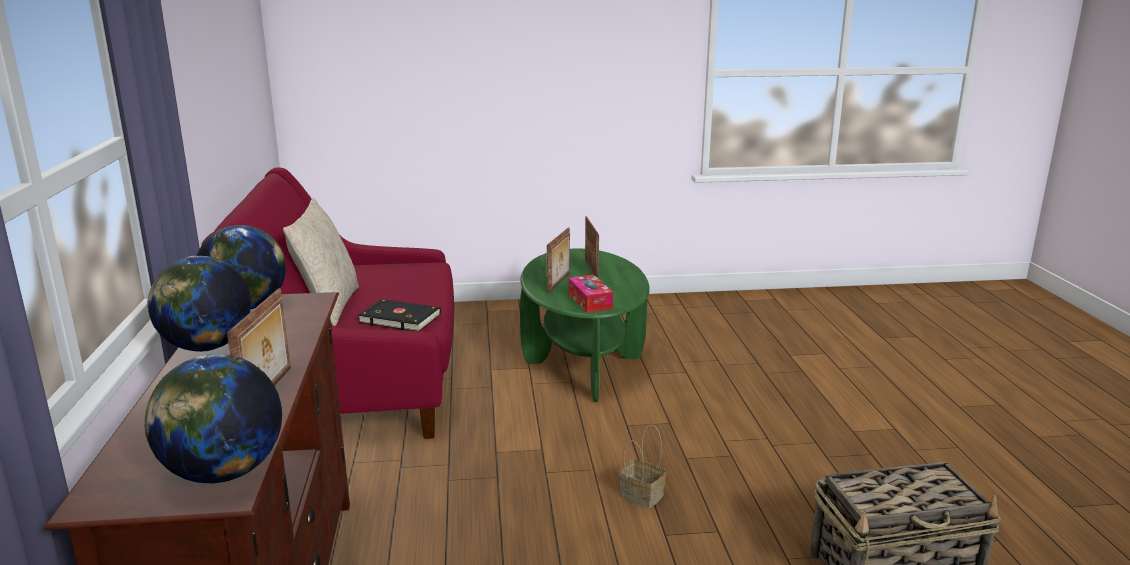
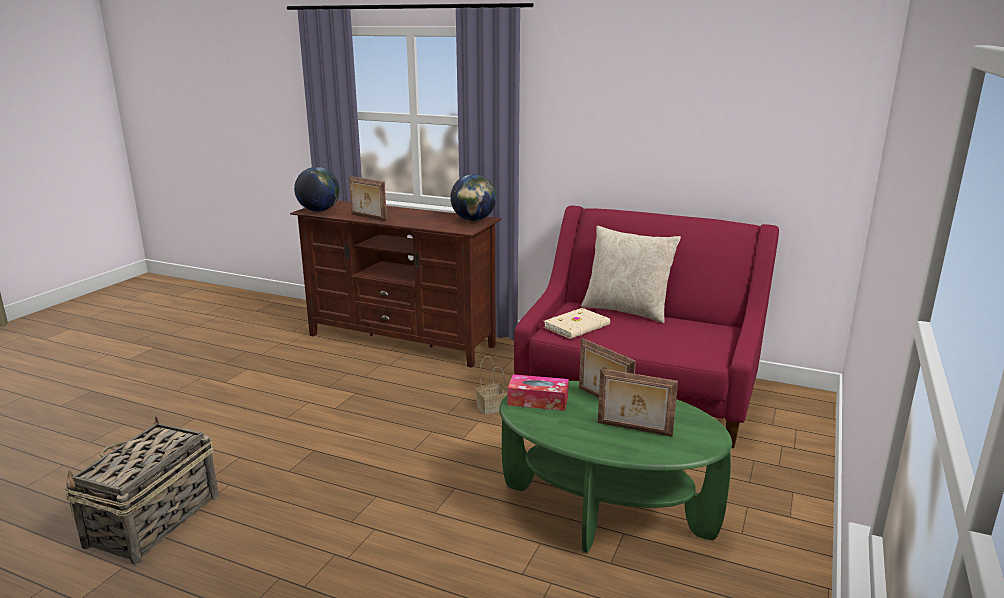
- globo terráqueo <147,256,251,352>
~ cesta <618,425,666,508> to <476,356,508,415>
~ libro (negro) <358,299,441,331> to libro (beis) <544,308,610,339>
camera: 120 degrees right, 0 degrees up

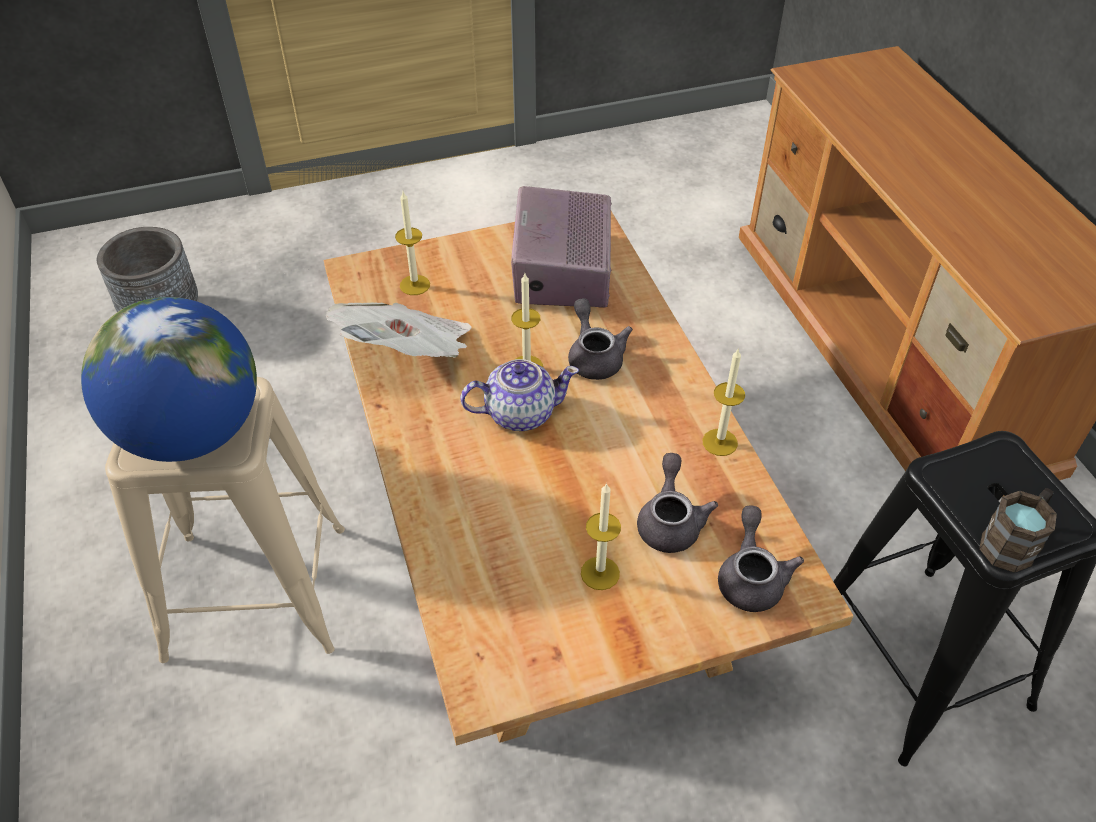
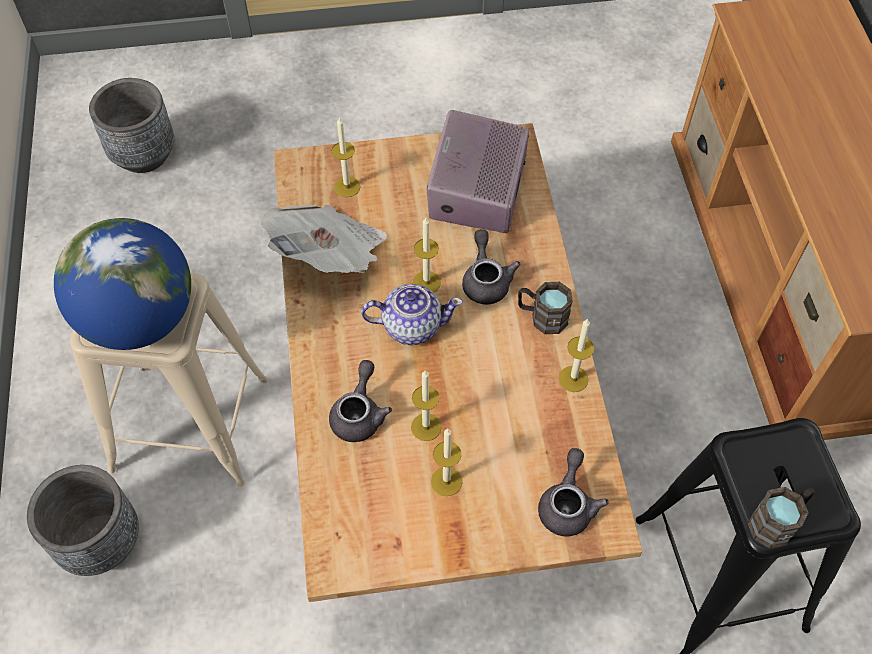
+ maceta (gris) <27,465,139,576>
+ vela <411,371,442,441>
+ taza grande (marrón) <518,282,573,334>
~ tetera (gris) <637,453,718,553> to <329,360,392,442>
camera: 10 degrees right, 10 degrees up

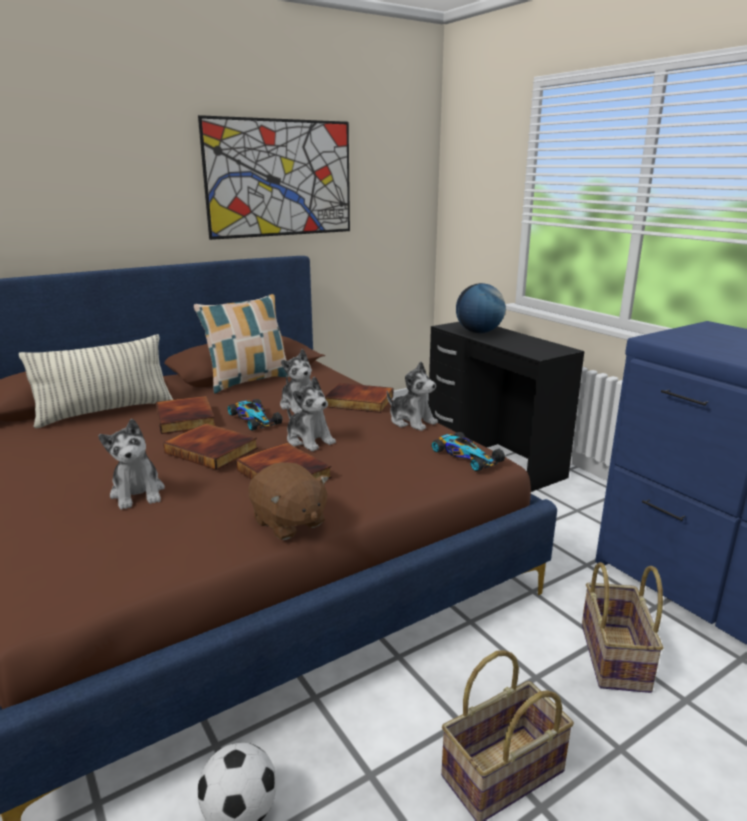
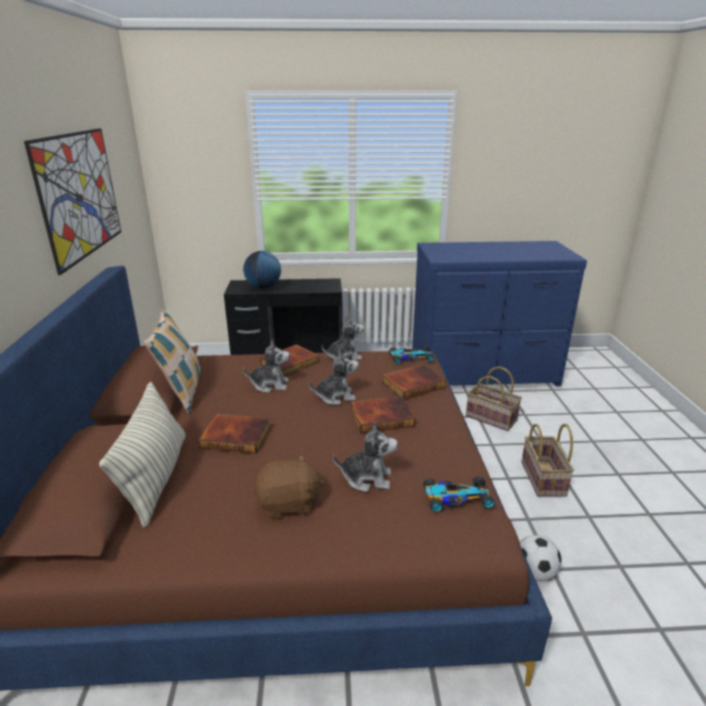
~ libro <163,423,258,470> to <382,364,446,399>
~ coche de juguete <228,399,282,431> to <423,476,495,512>
~ peluche (marrón) <248,462,329,540> to <254,455,324,520>
camera: 60 degrees left, 5 degrees up

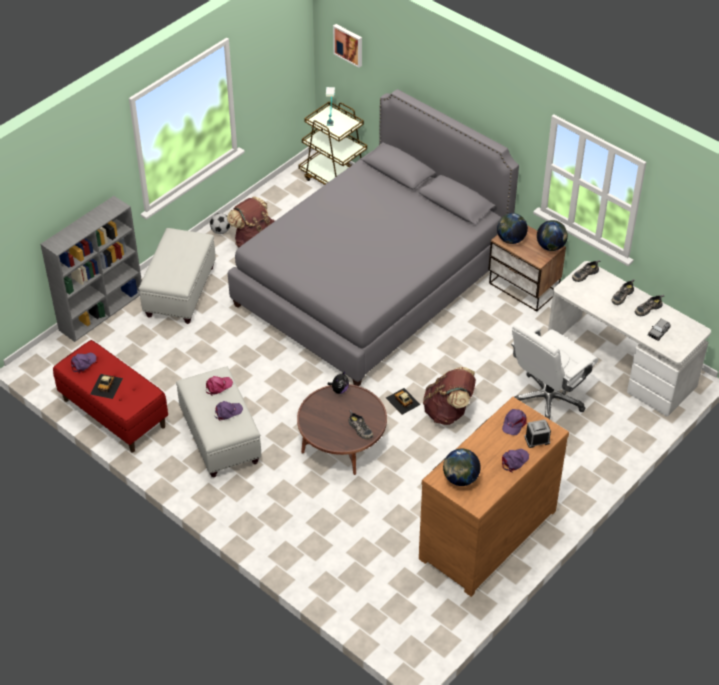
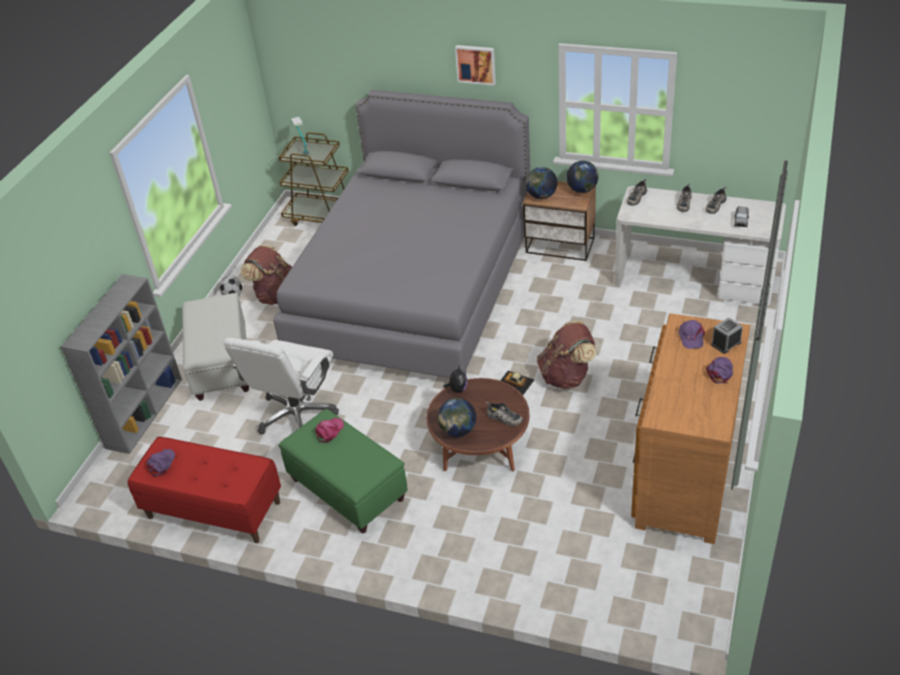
- coche de juguete <90,374,123,399>
- gorra (morado) <215,401,243,421>
~ cuadro <333,24,362,68> to <455,45,496,86>
~ globo terráqueo <443,449,481,486> to <438,398,476,437>
~ silla de oficina (blanco) <511,323,598,419> to <224,338,339,435>
~ puf (blanco) <176,366,261,477> to puf (verde) <278,409,408,533>
camera: 20 degrees left, 5 degrees down

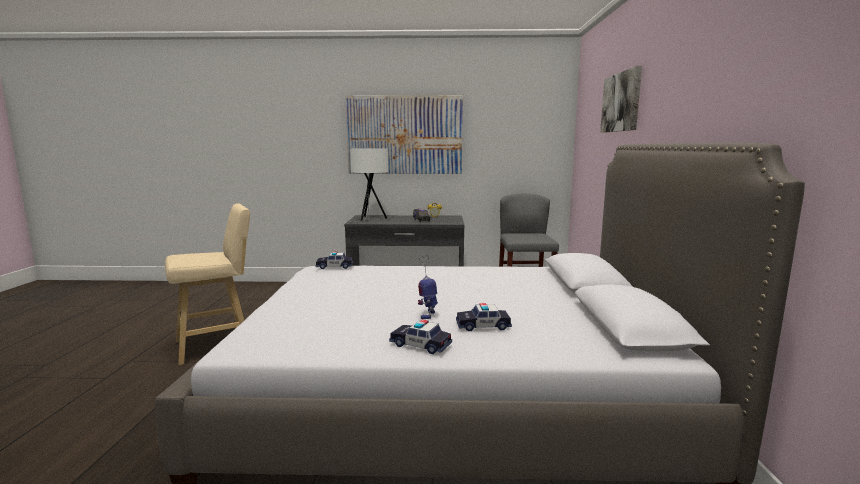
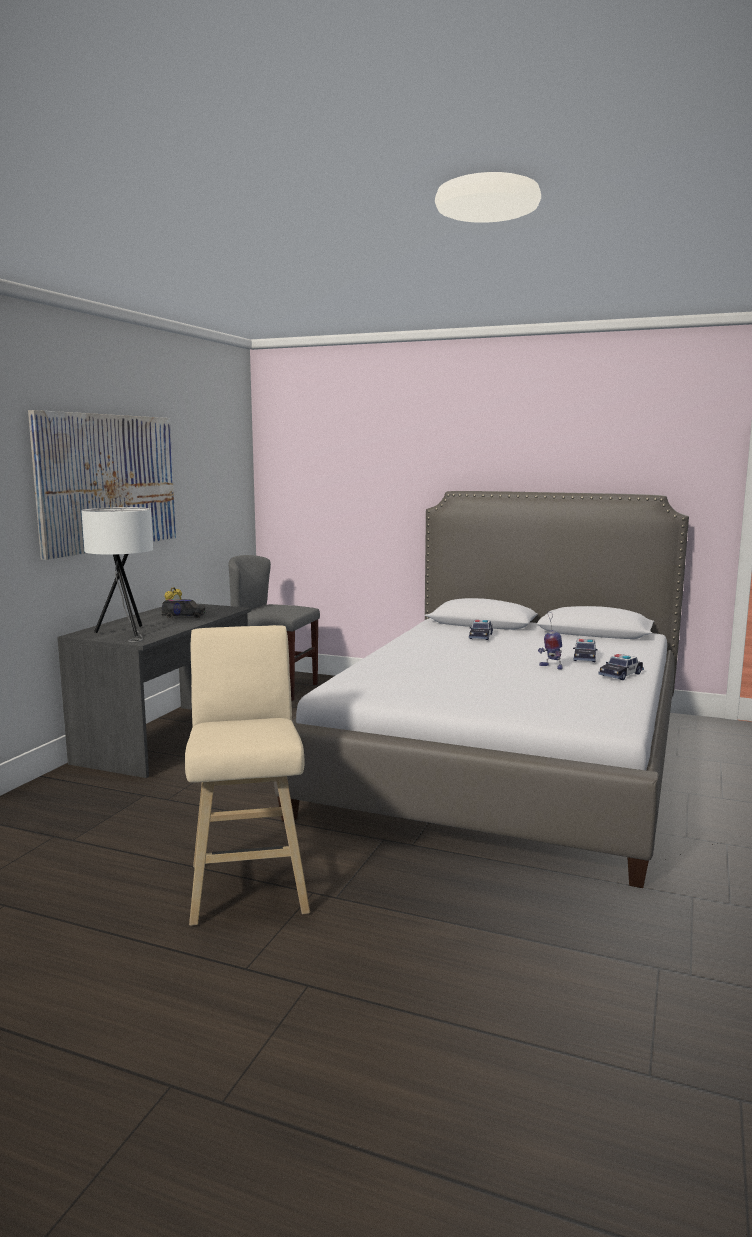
- cuadro <600,66,642,133>
~ coche de juguete <315,251,353,269> to <469,620,493,640>
camera: 70 degrees left, 0 degrees up

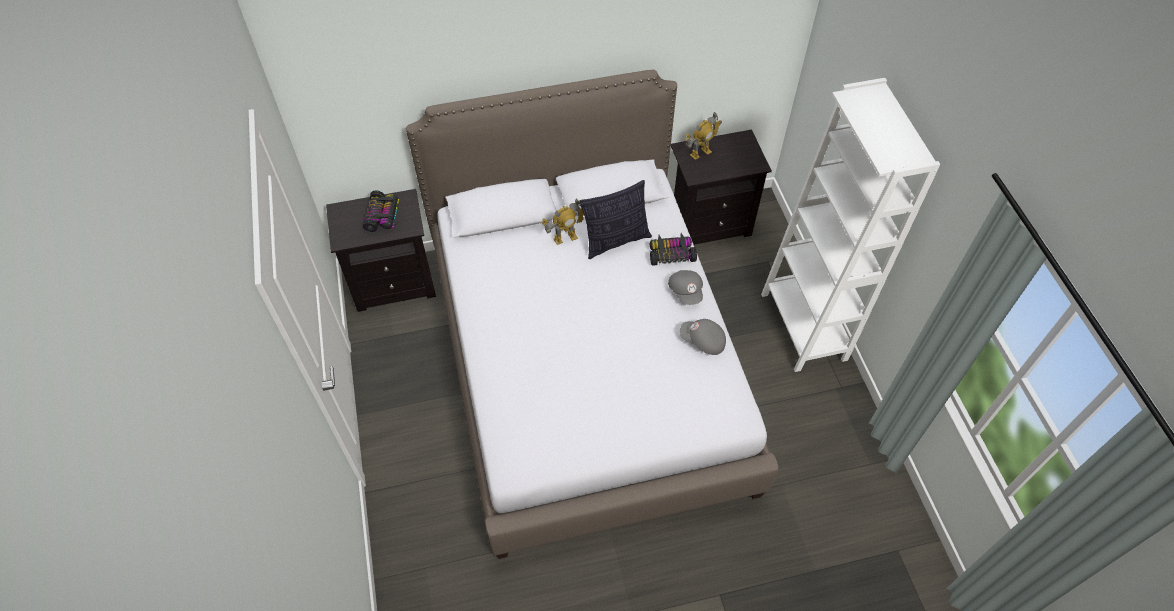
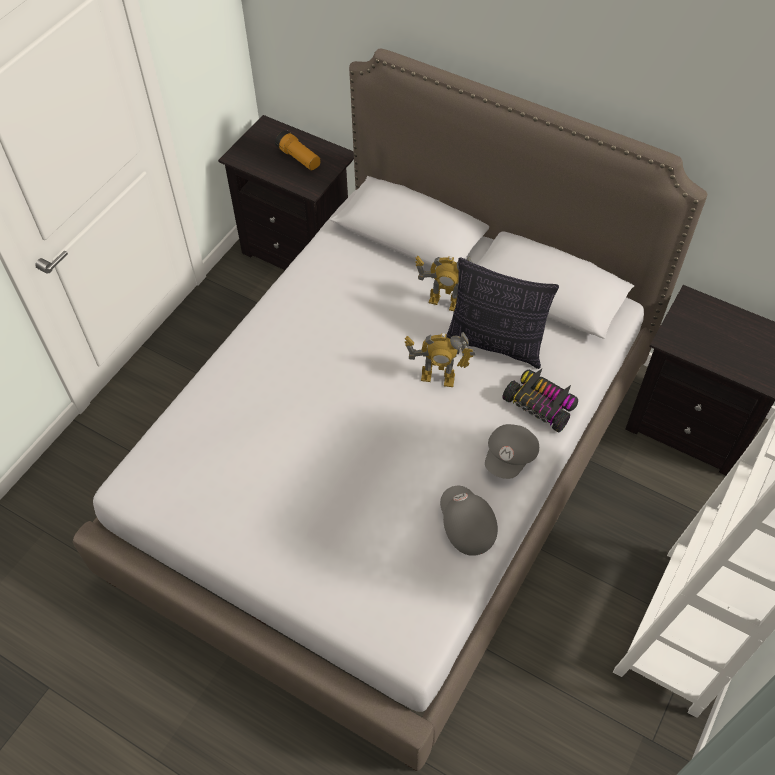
~ robot de juguete <685,112,722,160> to <405,332,476,387>
~ coche de juguete <363,190,399,232> to linterna <275,130,320,171>
camera: 45 degrees right, 0 degrees up

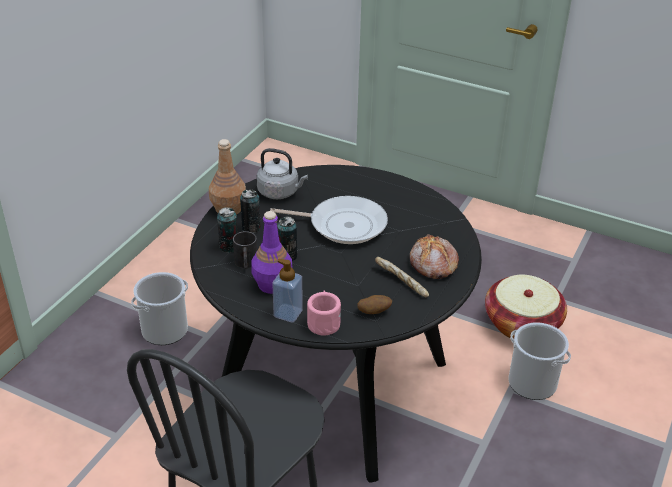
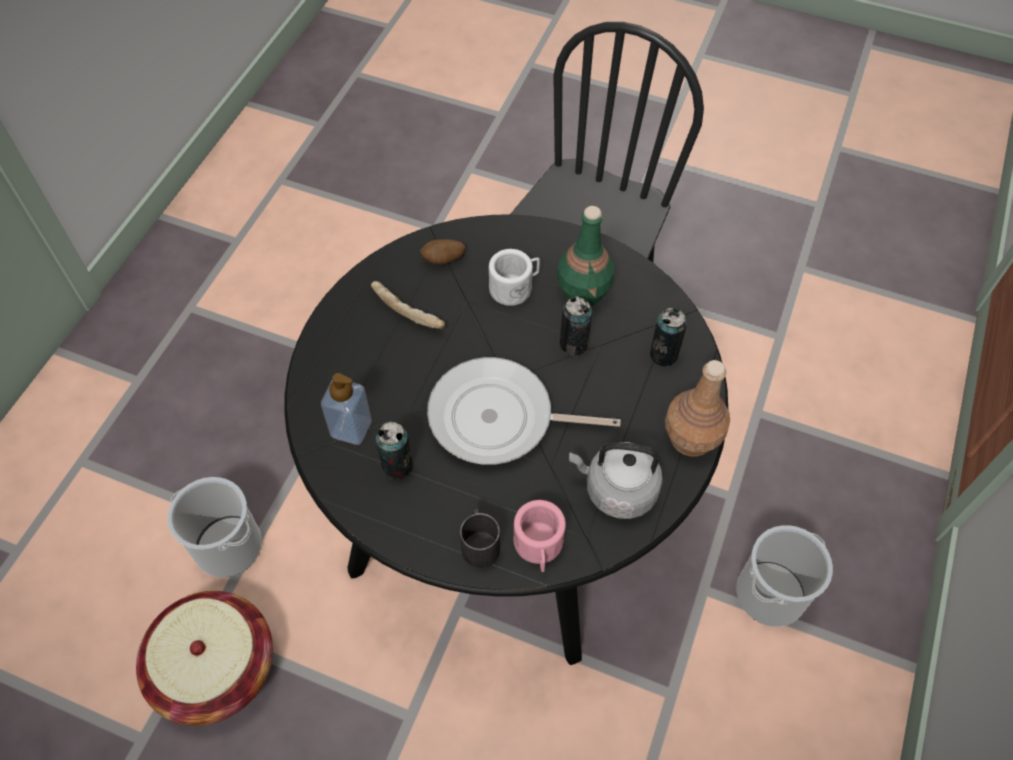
- pan <410,234,459,279>
+ taza grande (blanco) <489,249,540,306>
~ taza grande (negro) <233,231,257,269> to <460,505,500,568>
~ lata <240,189,261,233> to <376,421,413,480>
~ dispensador de jabón <272,259,303,322> to <321,373,371,445>
~ taza grande (rosa) <307,290,341,335> to <513,500,566,572>
~ botella (morado) <251,211,293,294> to botella (verde) <557,206,615,306>
camera: 175 degrees right, 20 degrees up

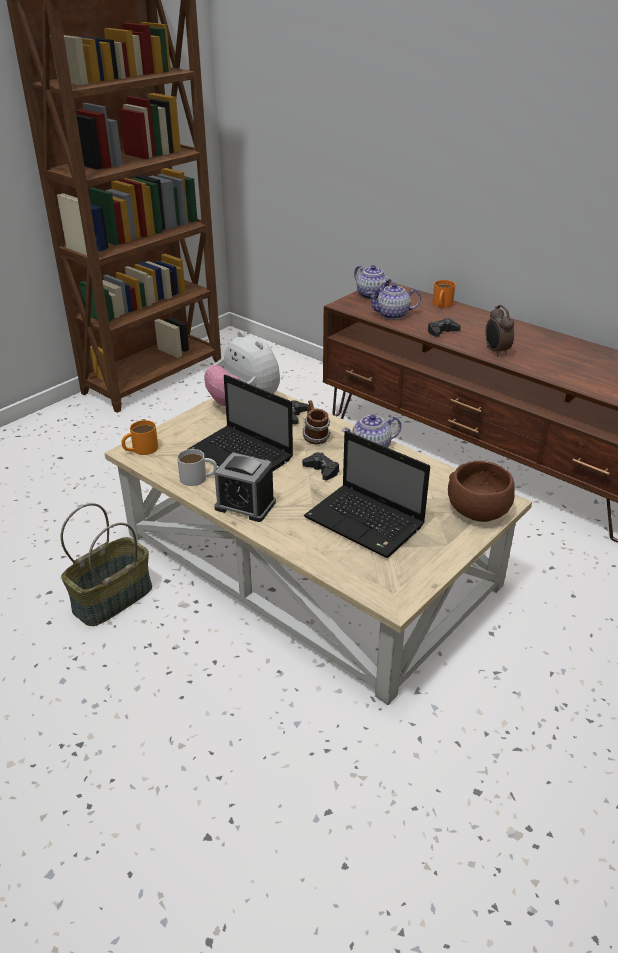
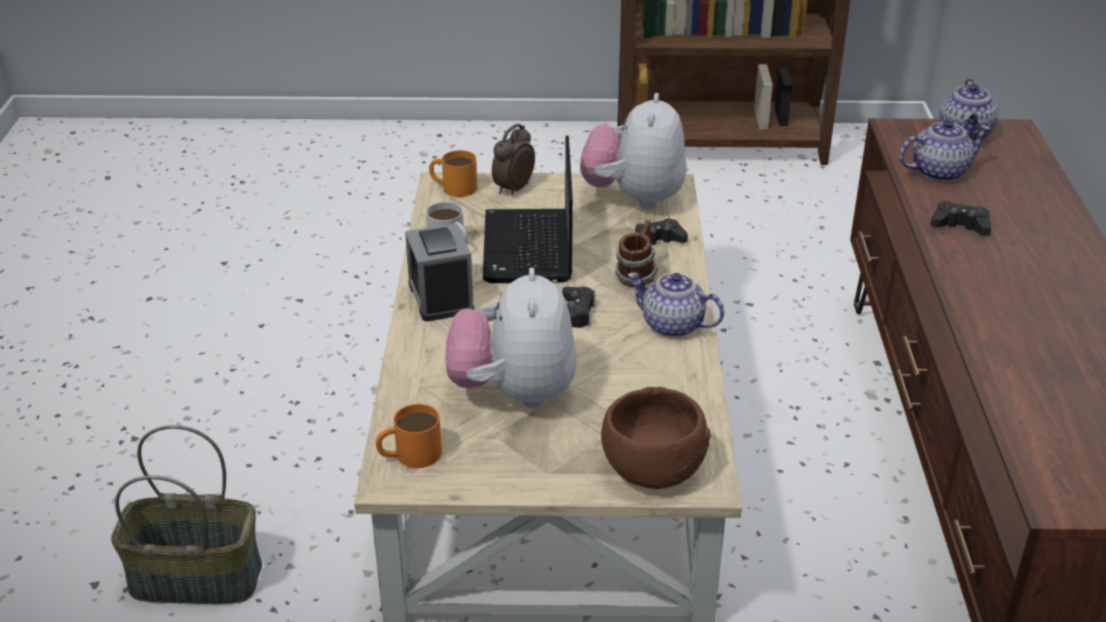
~ cesta <61,503,152,626> to <111,425,262,604>
~ taza grande (naranja) <432,280,455,308> to <376,404,442,468>
~ despertador <485,305,514,357> to <492,124,535,196>
~ portátil <304,431,430,558> to peluche <445,268,577,408>
~ tetera <367,283,421,320> = <899,120,990,182> 120 degrees clockwise
camera: 50 degrees right, 0 degrees up

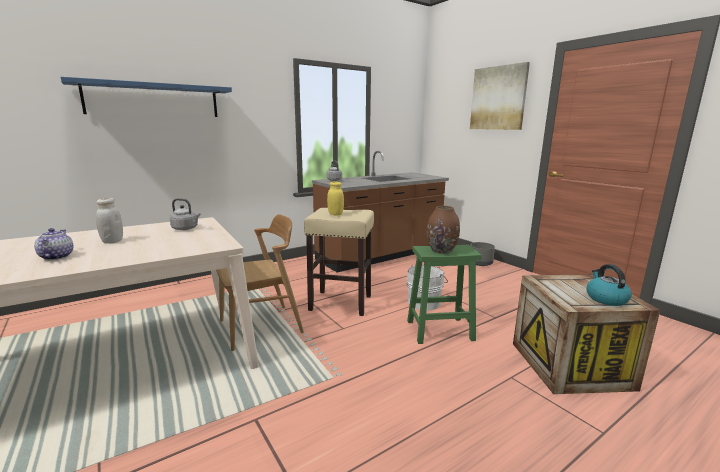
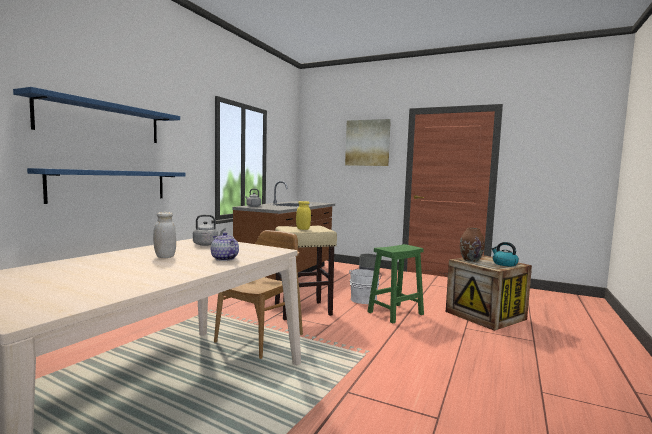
+ estante (azul) <27,168,186,204>
~ tetera <34,228,73,260> to <211,232,239,261>
~ florero (marrón) <427,206,460,254> to <460,227,485,262>
camera: 30 degrees left, 10 degrees down

